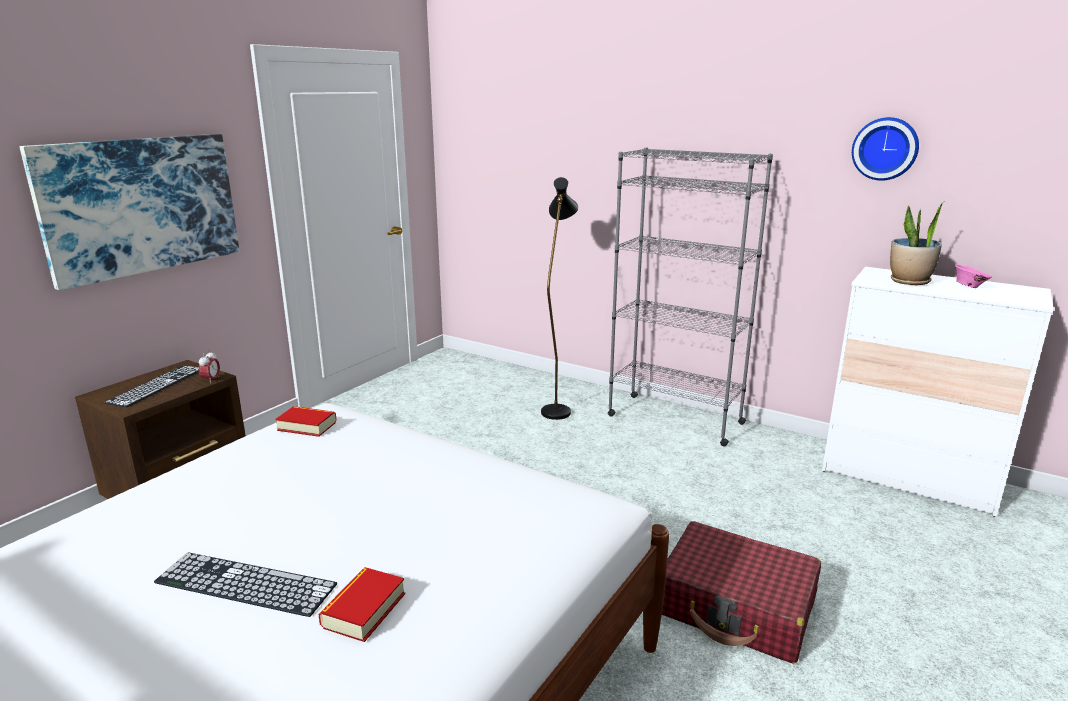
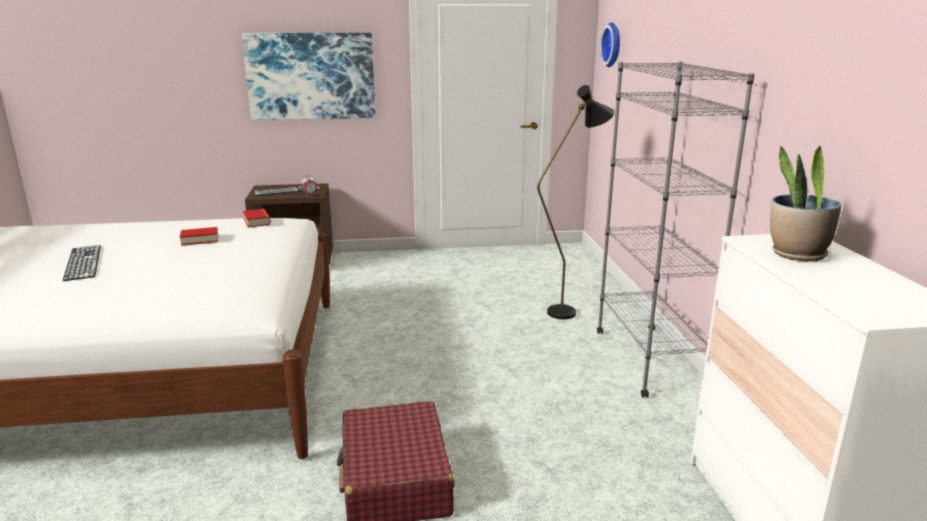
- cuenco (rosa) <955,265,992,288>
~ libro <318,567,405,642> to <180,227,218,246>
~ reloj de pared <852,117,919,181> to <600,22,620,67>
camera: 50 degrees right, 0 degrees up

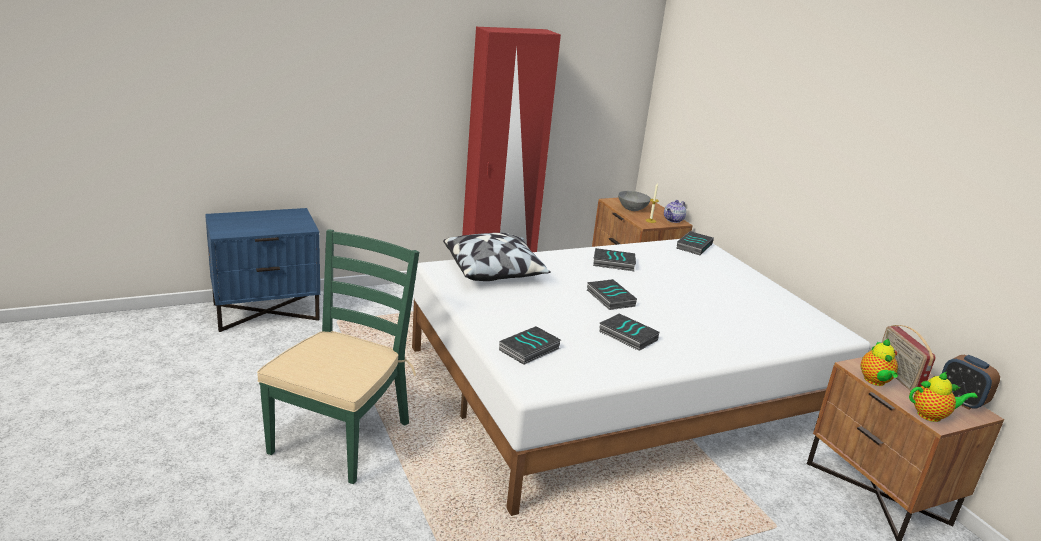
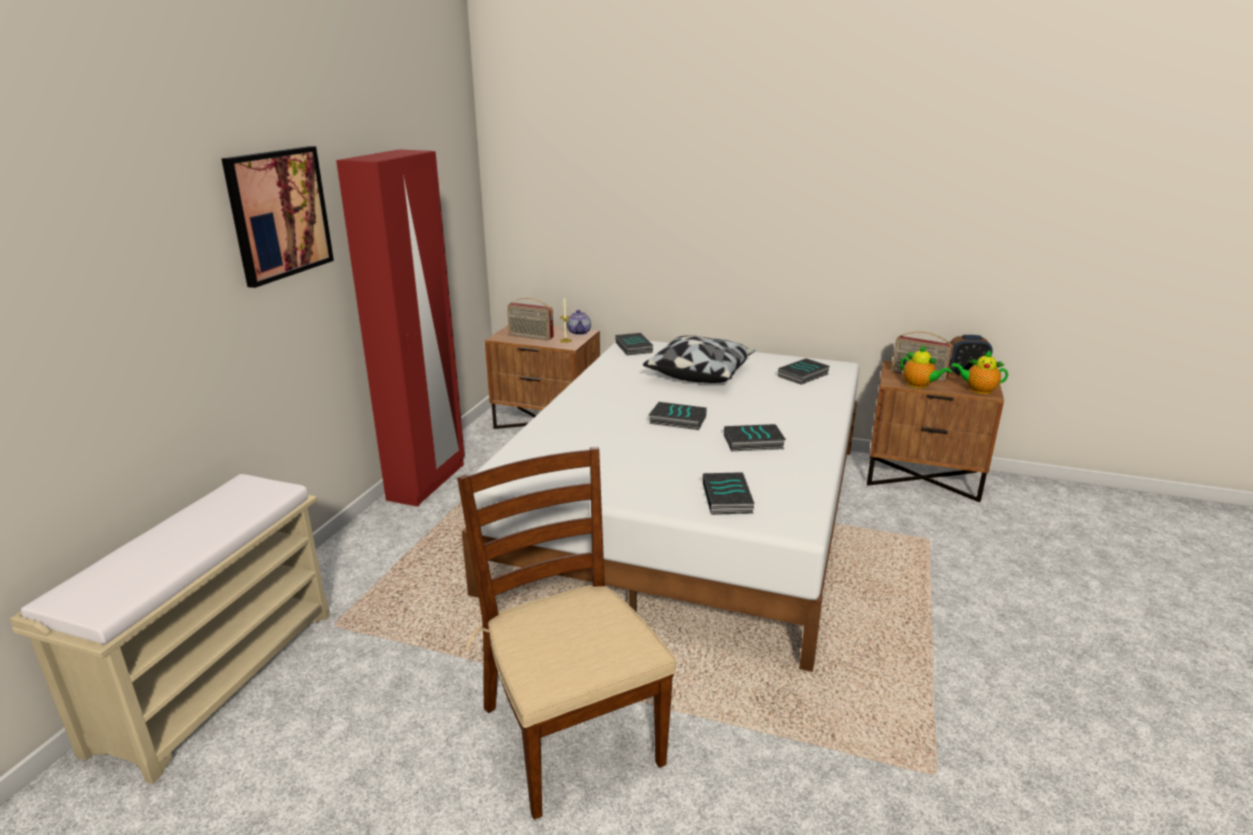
+ cuadro <221,146,334,288>
~ cojín <443,233,551,281> to <643,335,755,383>
~ libro <593,248,636,271> to <778,358,830,385>
~ mesita de noche (azul) <205,208,320,332> to banco (beis) <10,474,330,784>
~ cuenco (gris) <618,191,651,211> to radio <507,298,554,340>
~ silla (verde) <257,229,419,484> to silla (marrón) <457,447,676,820>
~ tetera <909,372,978,422> = <951,350,1008,394> 120 degrees counterclockwise
camera: 45 degrees left, 0 degrees up

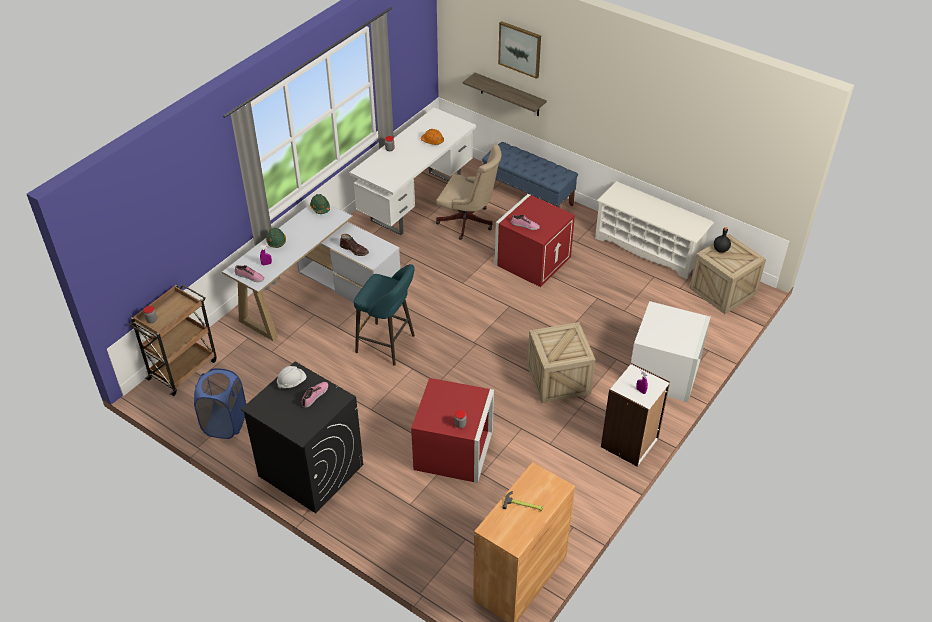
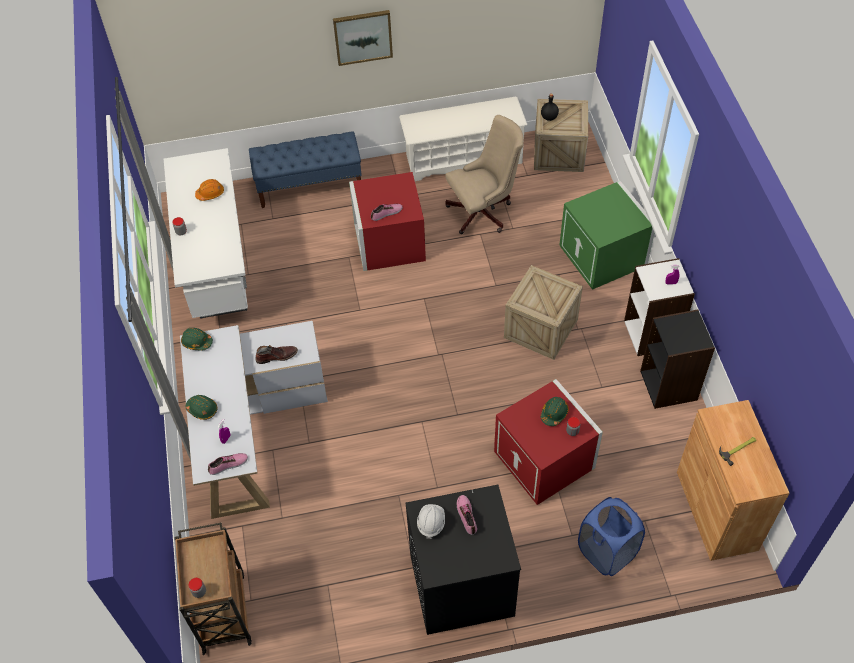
- taburete (turquesa) <354,264,415,366>
- estante <463,73,547,116>
+ casco (verde) <541,397,569,426>
+ estantería (negro) <640,310,715,409>
~ cesto de la ropa (azul) <194,368,246,439> to <578,497,645,576>
~ silla de oficina (beis) <436,144,502,240> to <445,115,524,234>
~ cuadro <498,21,541,79> to <333,10,393,66>
~ caja de almacenaje (blanco) <631,301,711,402> to caja de almacenaje (verde) <559,181,655,290>
camera: 45 degrees left, 10 degrees up

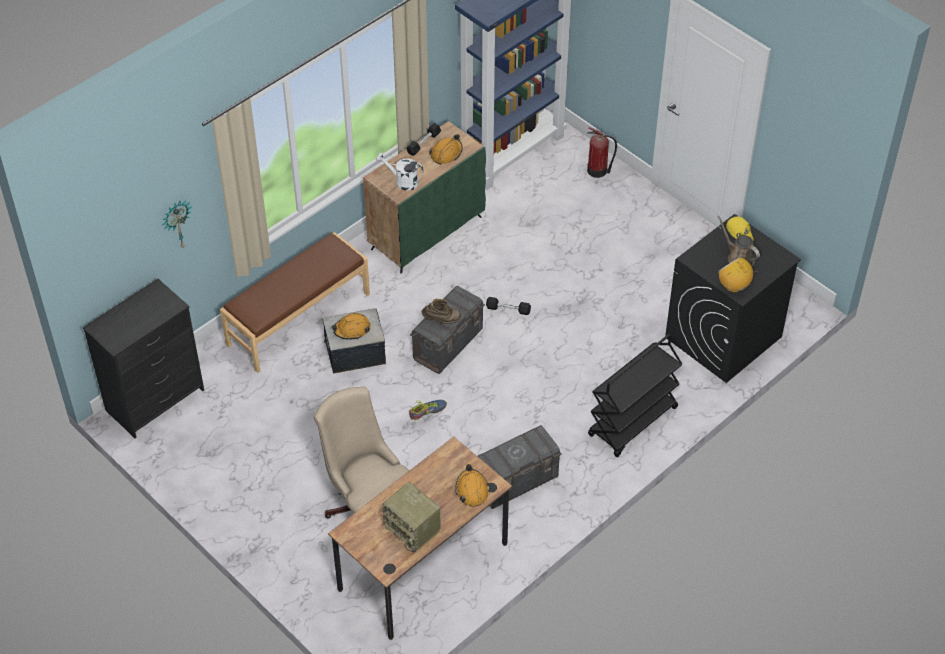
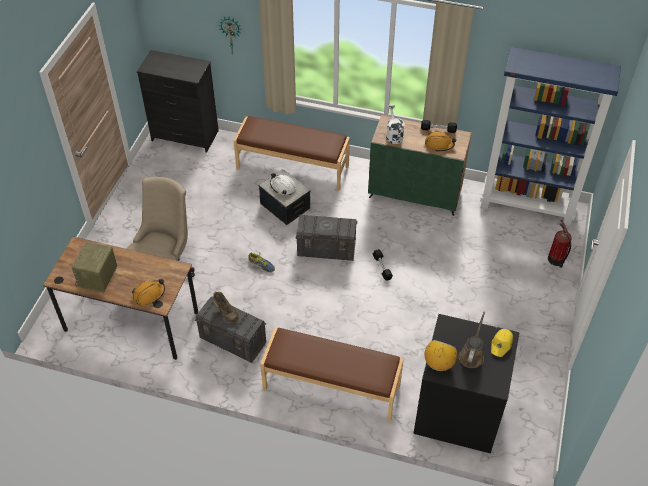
~ bota (marrón) <422,299,461,324> to <213,291,239,324>
~ carrito (negro) <588,334,682,457> to banco (marrón) <260,328,404,422>
~ casco (naranja) <332,313,371,340> to casco (blanco) <270,173,296,195>
camera: 60 degrees right, 0 degrees up

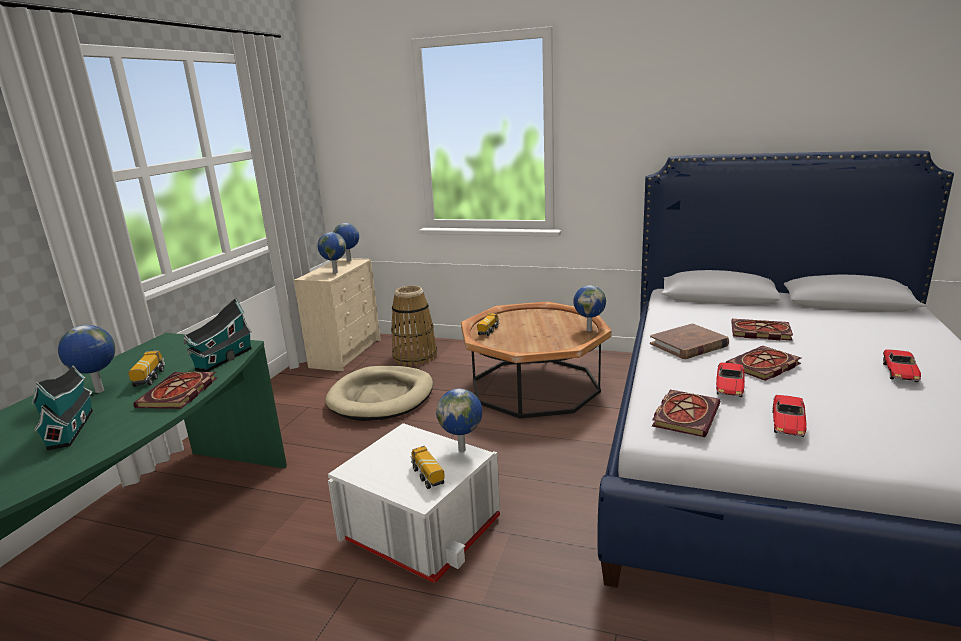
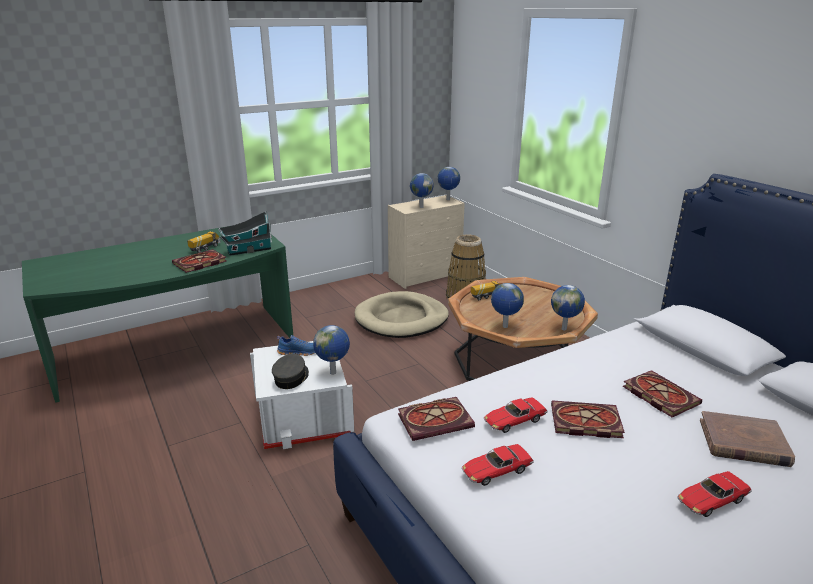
- casita <32,365,93,450>
+ zapato (azul) <277,335,315,356>
~ globo terráqueo <58,325,115,393> to <491,283,524,328>
~ libro (marrón) <650,323,729,359> to <700,411,795,467>
~ camión de juguete <411,446,445,489> to gorra (gris) <272,354,309,389>
camera: 40 degrees right, 5 degrees up

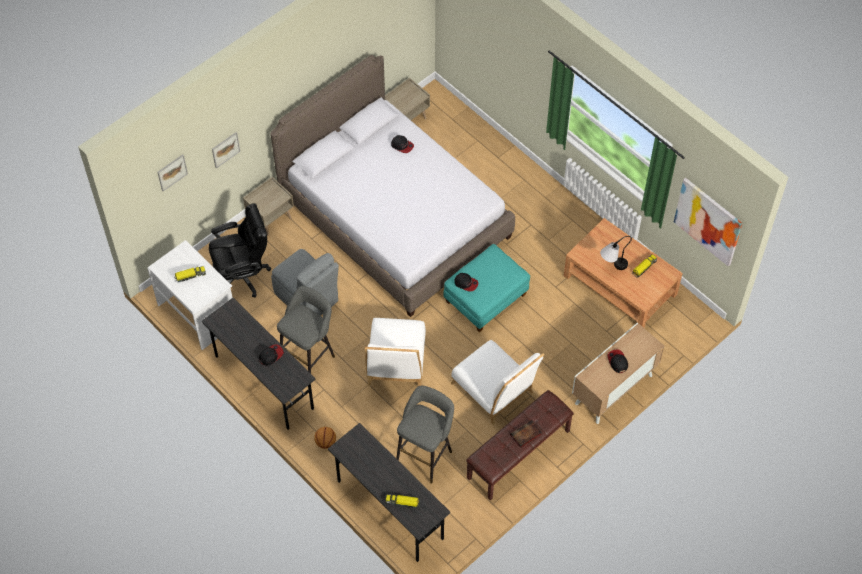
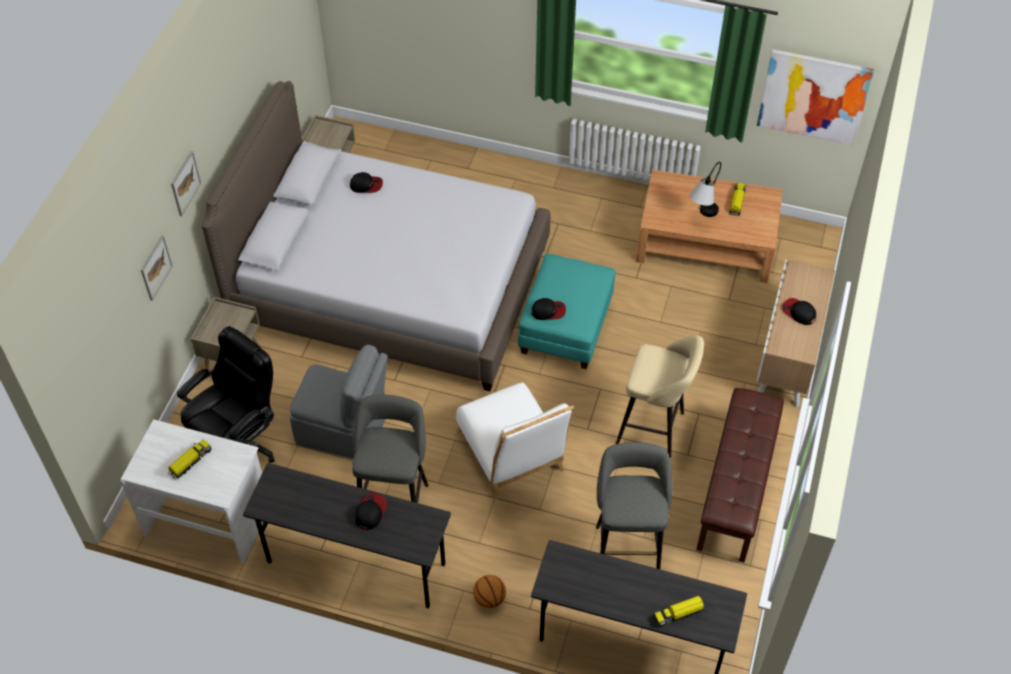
- libro <510,420,542,448>
~ cuadro <158,154,188,191> to <171,151,201,216>
~ silla (blanco) <450,340,545,425> to taburete (beis) <616,335,704,458>
camera: 30 degrees left, 5 degrees down

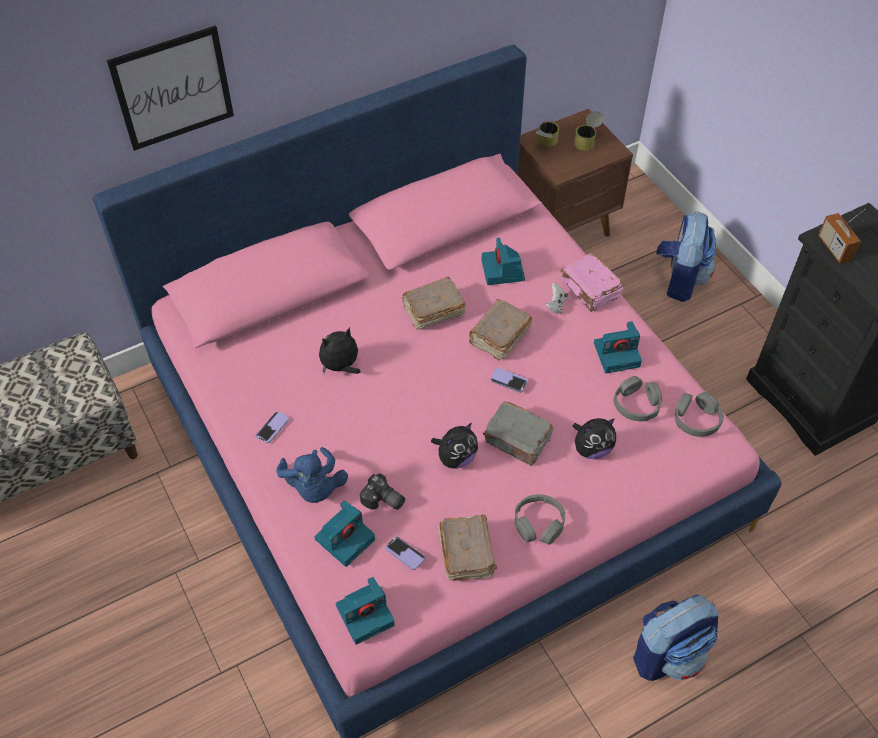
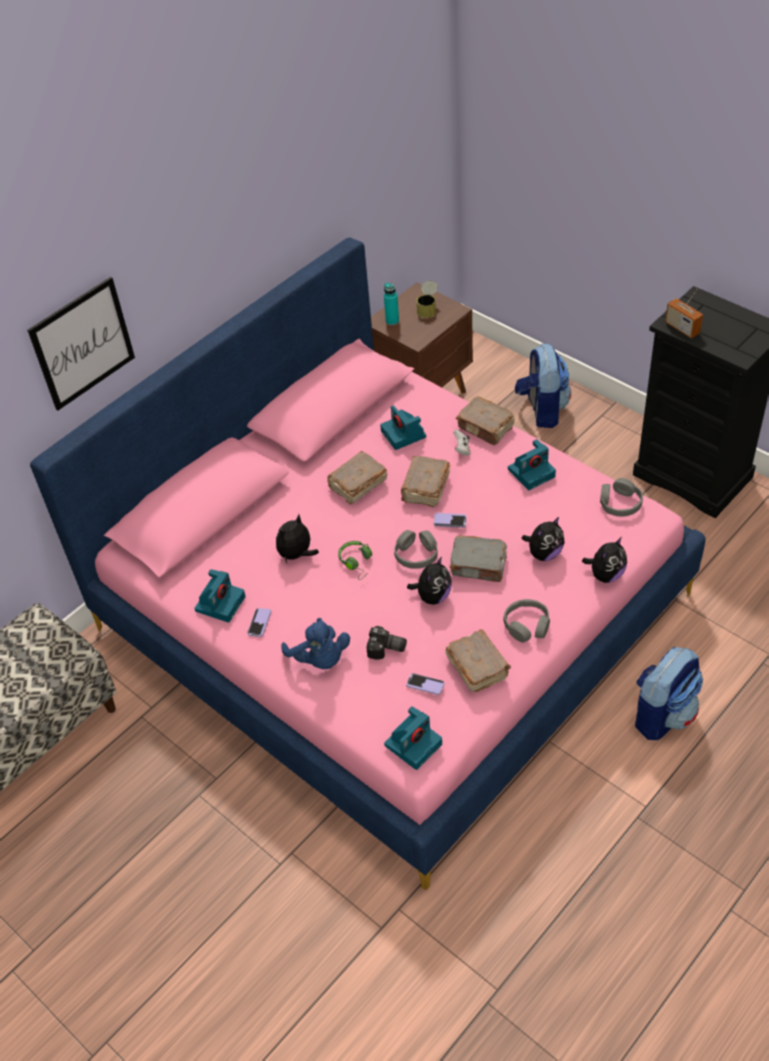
+ auriculares (verde) <338,541,372,580>
+ peluche <582,537,627,583>
~ cámara <314,500,375,567> to <194,569,246,622>
~ auriculares (gris) <614,376,662,421> to <394,530,438,569>
~ lata <535,121,559,147> to botella (turquesa) <384,283,399,326>
~ libro (rosa) <561,253,623,312> to libro (marrón) <456,396,515,445>
camera: 15 degrees left, 5 degrees down

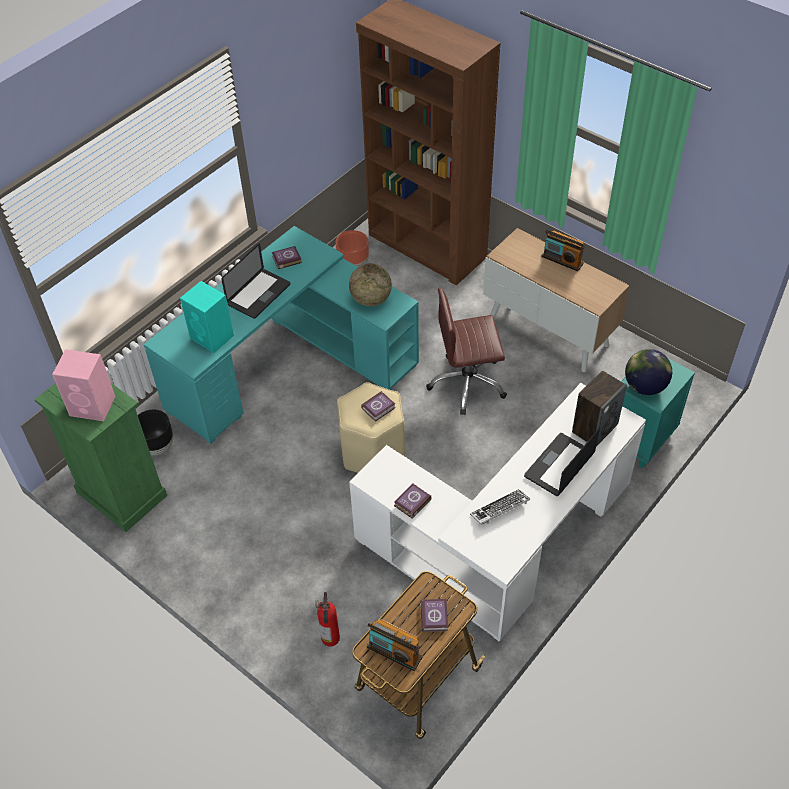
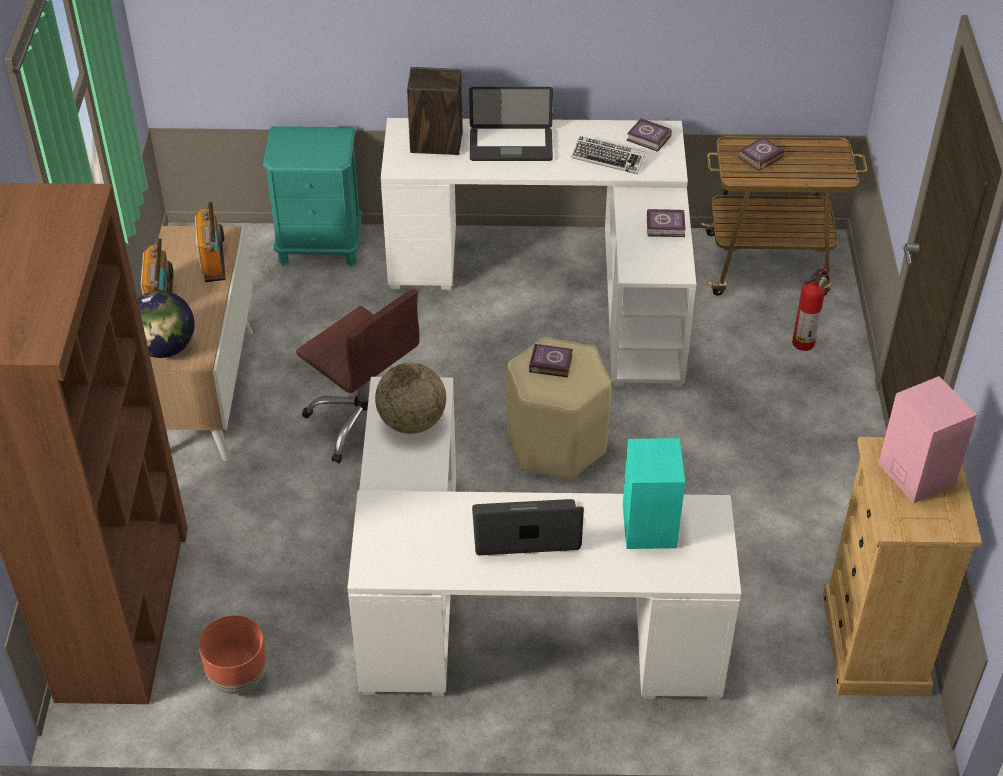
- maceta (negro) <138,410,173,456>
~ libro <272,246,302,269> to <626,118,672,152>
~ radio <367,619,423,671> to <194,202,226,282>
~ globo terráqueo <625,349,672,395> to <137,291,195,358>
~ cómoda (verde) <34,383,167,532> to cómoda (beis) <823,437,982,696>
~ escritorio (turquesa) <143,226,419,444> to escritorio (blanco) <347,377,741,700>
camera: 130 degrees left, 5 degrees down

